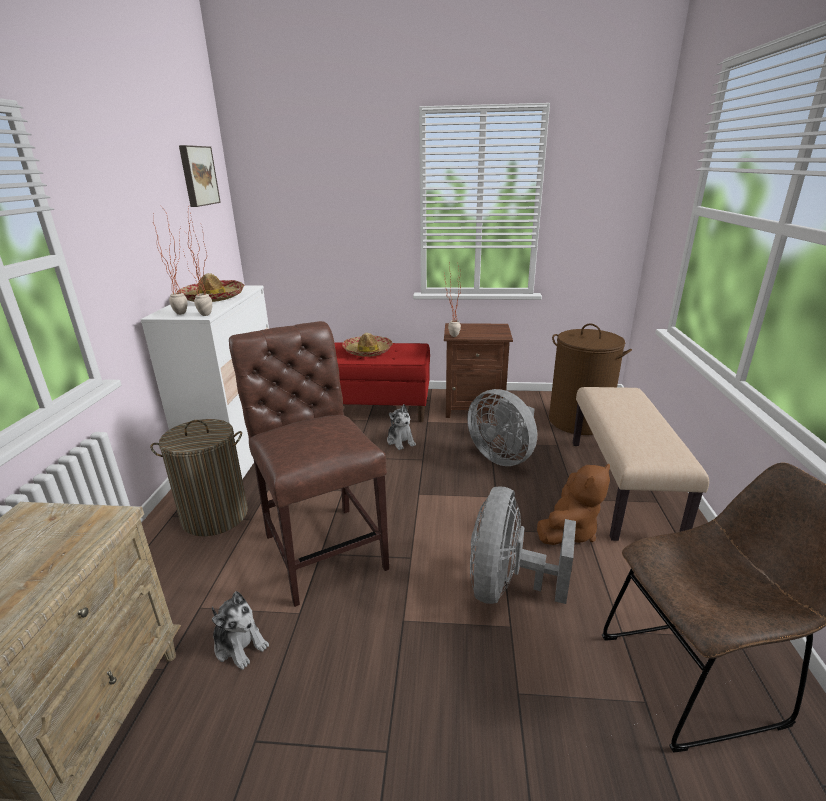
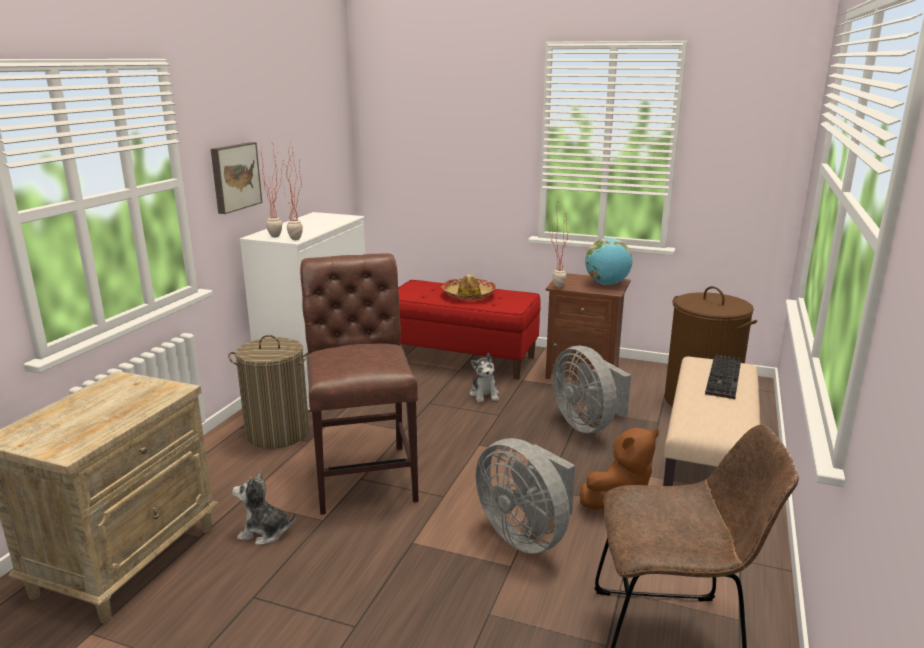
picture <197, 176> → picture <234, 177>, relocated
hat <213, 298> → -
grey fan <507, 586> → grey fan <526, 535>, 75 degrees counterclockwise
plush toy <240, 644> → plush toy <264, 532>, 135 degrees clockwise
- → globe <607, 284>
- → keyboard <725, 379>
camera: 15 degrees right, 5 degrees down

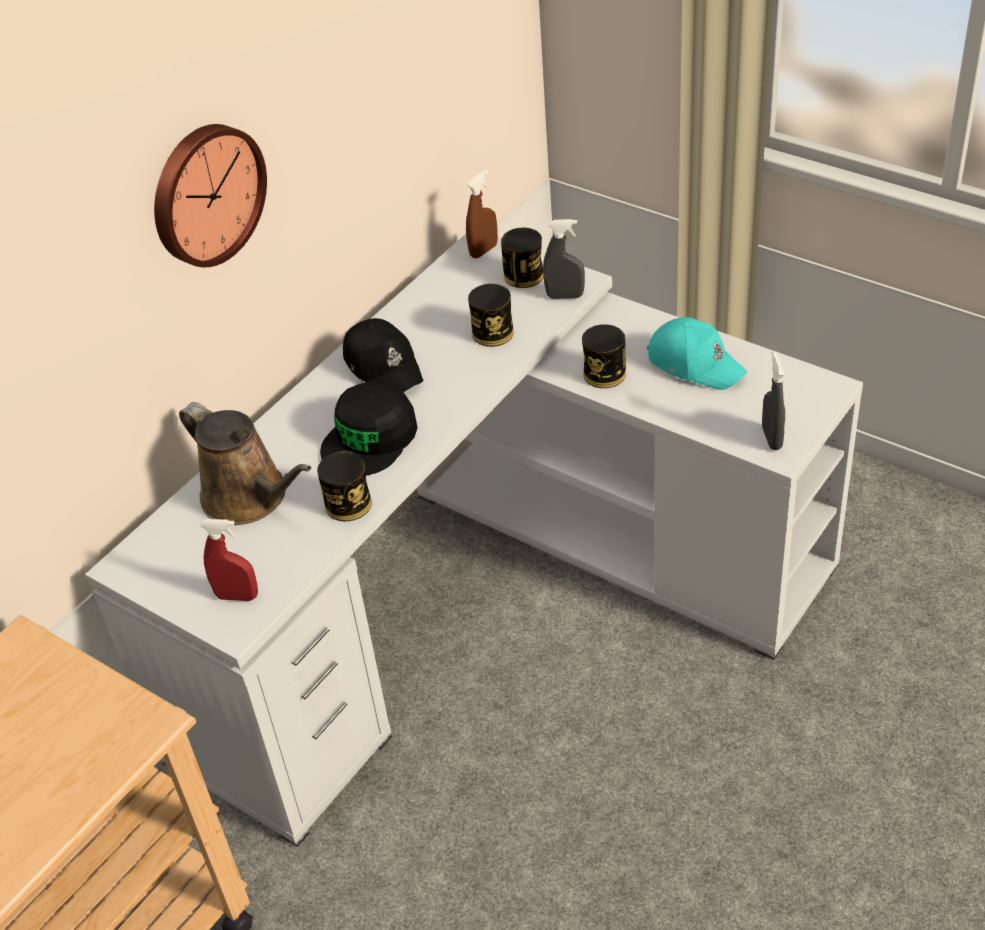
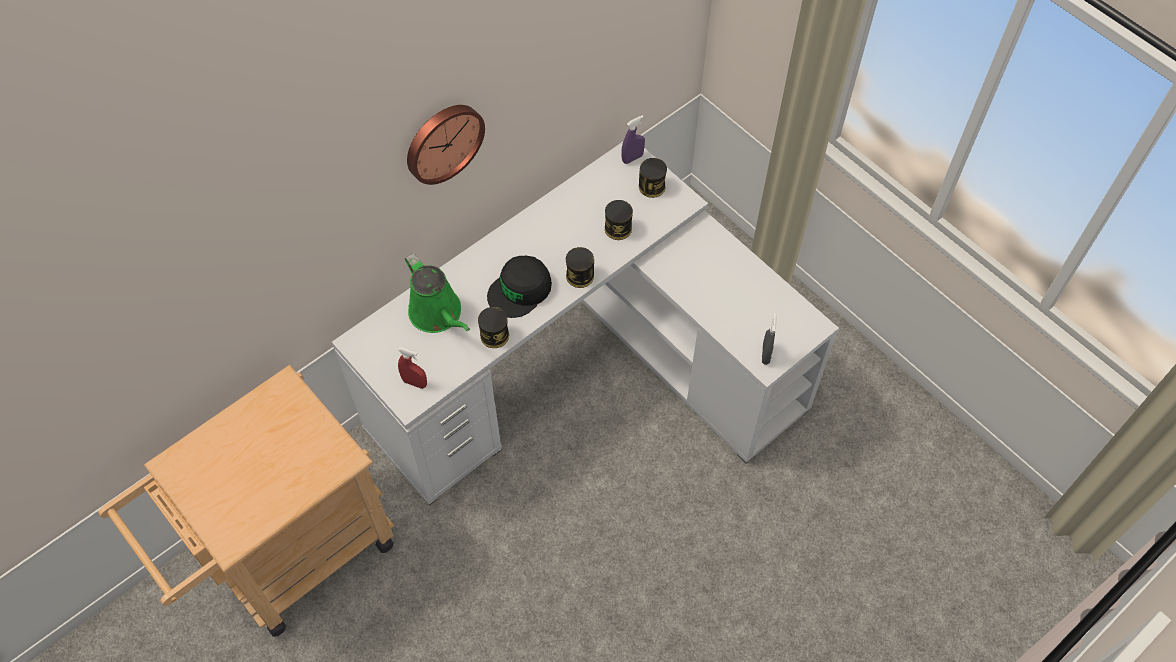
brown spray bottle <483, 251> → purple spray bottle <632, 158>
grey spray bottle <565, 296> → -
turquoise cap <695, 363> → -
black cap <384, 366> → -
can <604, 374> → can <580, 276>, relocated
brown watering can <250, 498> → green watering can <438, 314>
camera: 10 degrees right, 15 degrees up

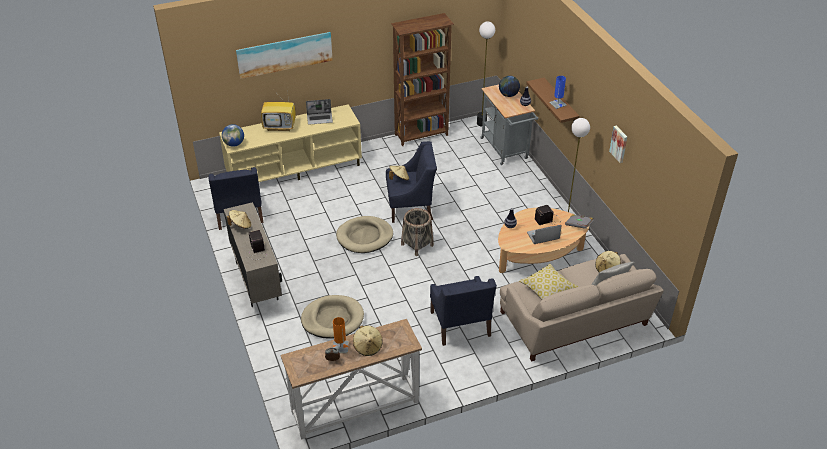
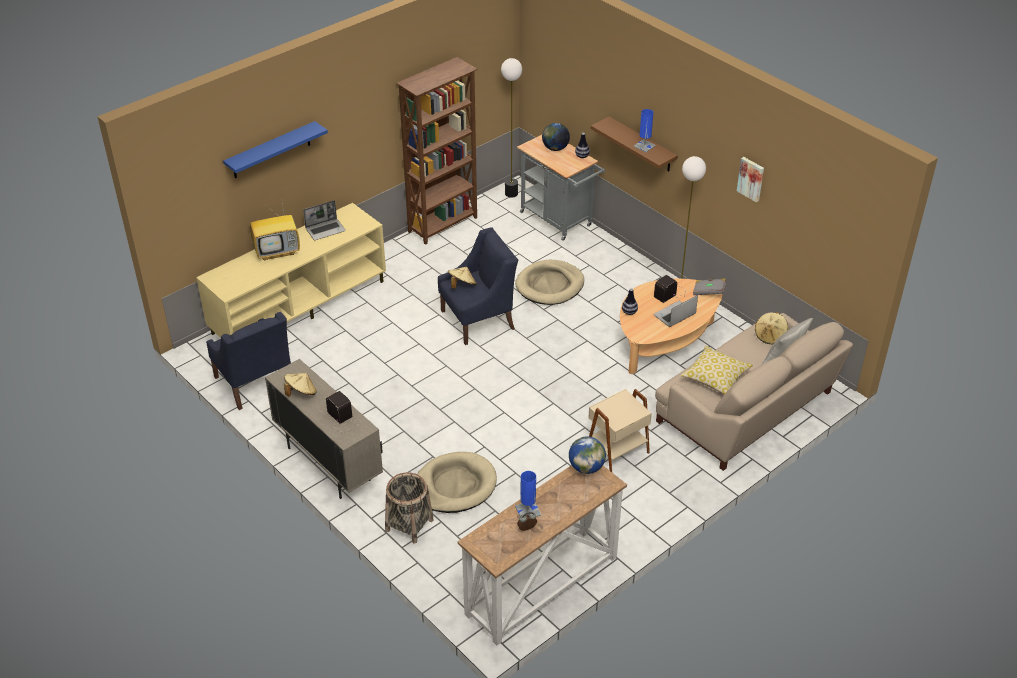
picture <284, 54> → blue shelf <271, 150>
globe <234, 144> → globe <586, 467>, relocated
basket <417, 245> → basket <409, 525>, relocated
beige dog bed <365, 237> → beige dog bed <550, 285>, relocated
blue armchair <460, 324> → beige side table <616, 449>
orange table lamp <340, 347> → blue table lamp <527, 510>
beige hat <368, 347> → -
camera: 20 degrees left, 0 degrees up

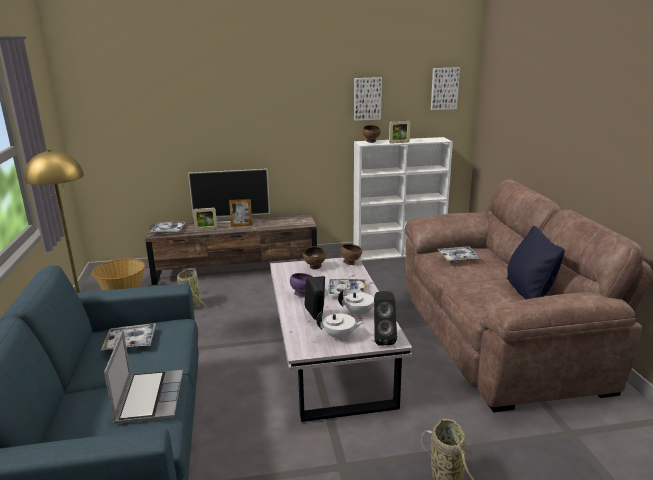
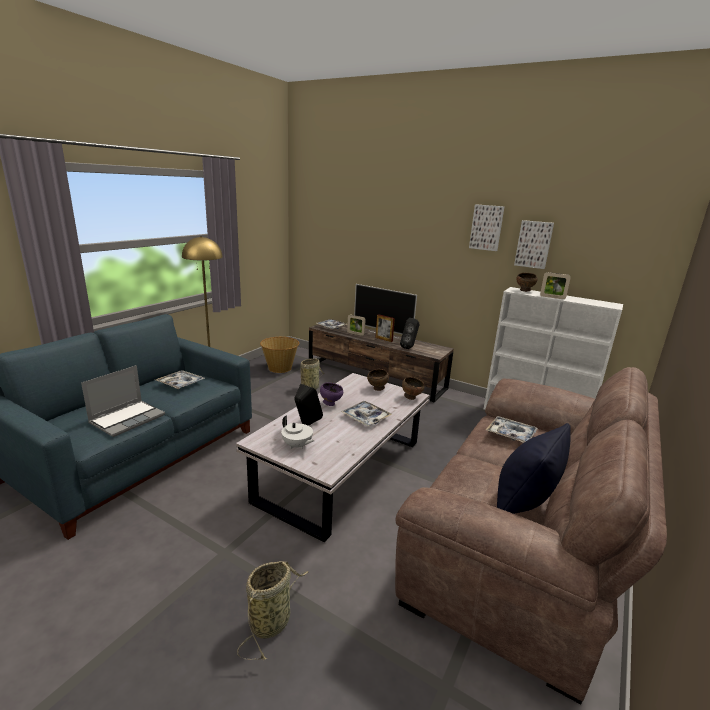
picture <444, 88> → picture <486, 227>, relocated
white teapot <359, 313> → -
black speaker <382, 339> → black speaker <409, 347>, relocated
camera: 40 degrees right, 0 degrees up

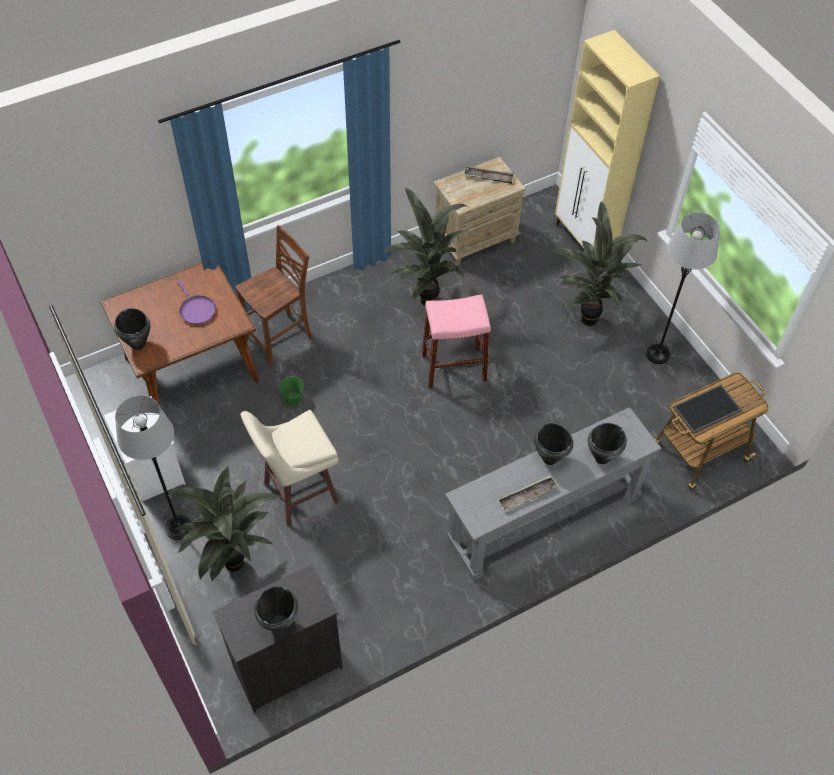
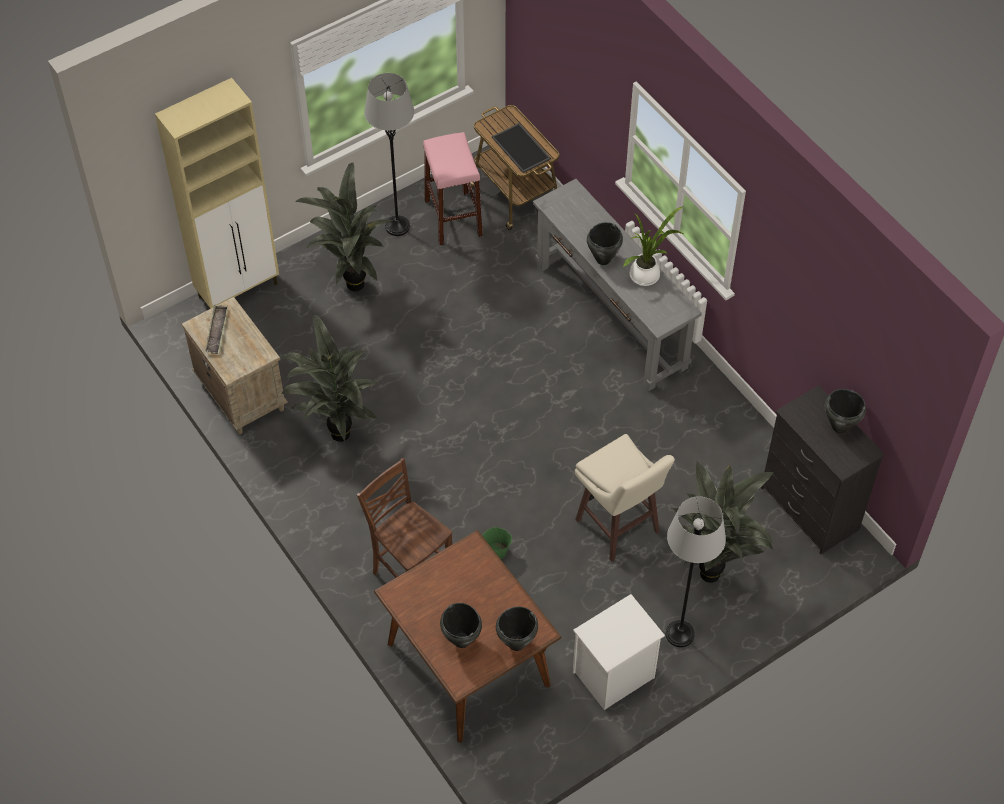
purple frying pan <196, 310> → -
pink stool <454, 367> → pink stool <453, 217>, relocated
black cooking pot <602, 458> → black cooking pot <461, 640>, relocated
tray <527, 495> → potted plant <647, 275>
camera: 95 degrees left, 0 degrees up

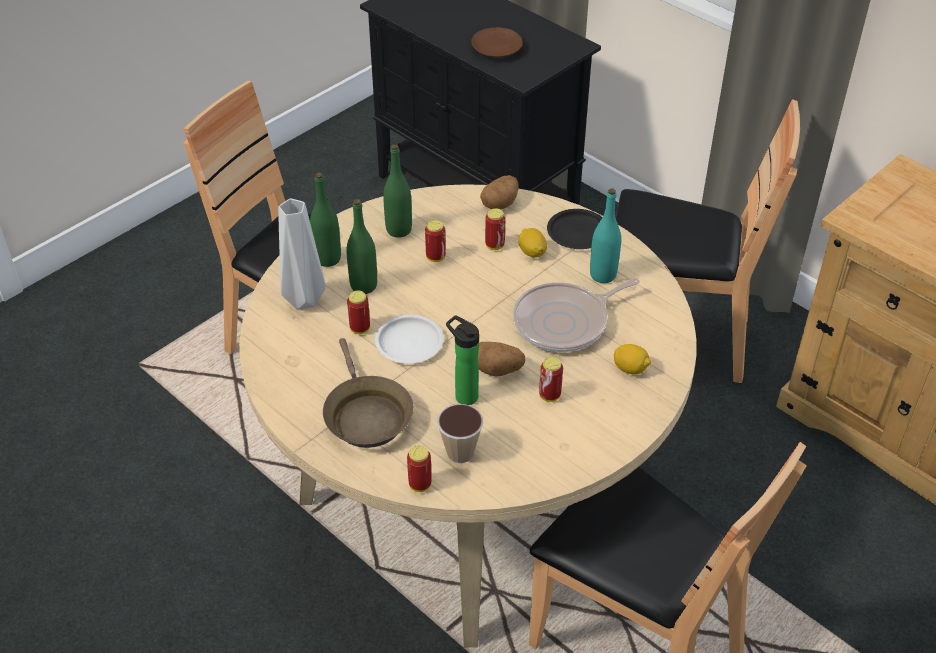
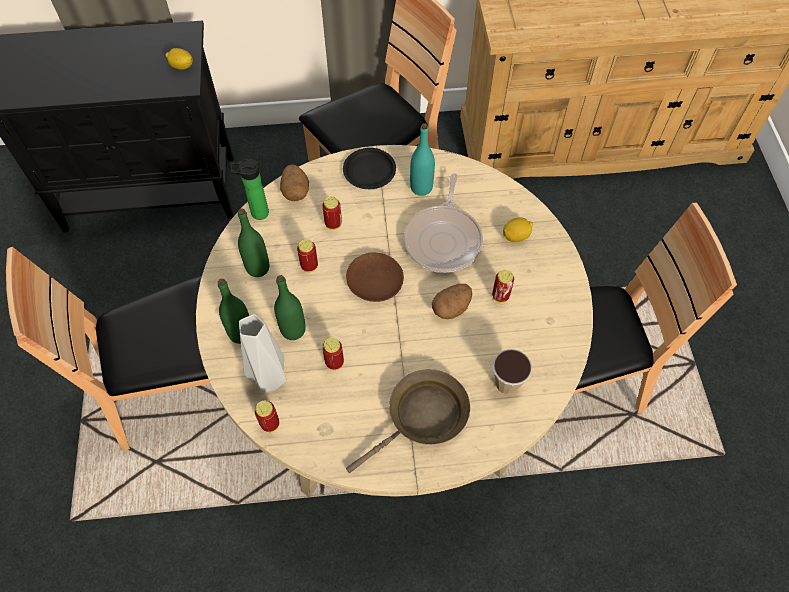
brown plate <497, 48> → brown plate <374, 280>, relocated
lemon <532, 252> → lemon <182, 66>, relocated
white plate <409, 343> → -
bottle <463, 395> → bottle <257, 213>, relocated
brown frying pan <366, 415> → brown frying pan <422, 417>, 60 degrees counterclockwise
can <420, 484> → can <270, 424>, relocated
camera: 50 degrees left, 15 degrees up

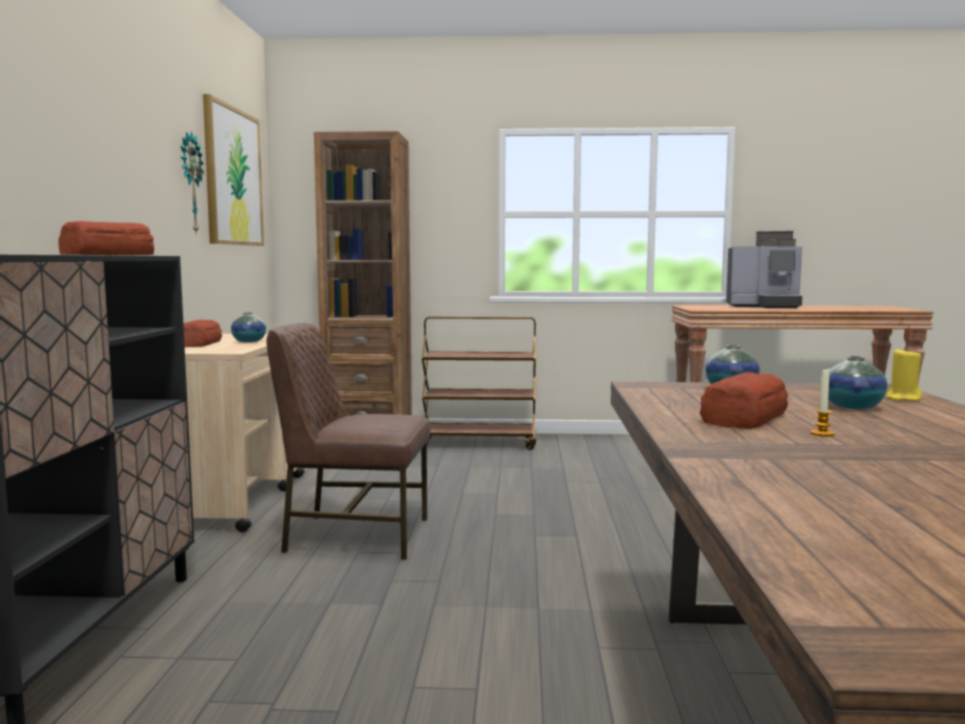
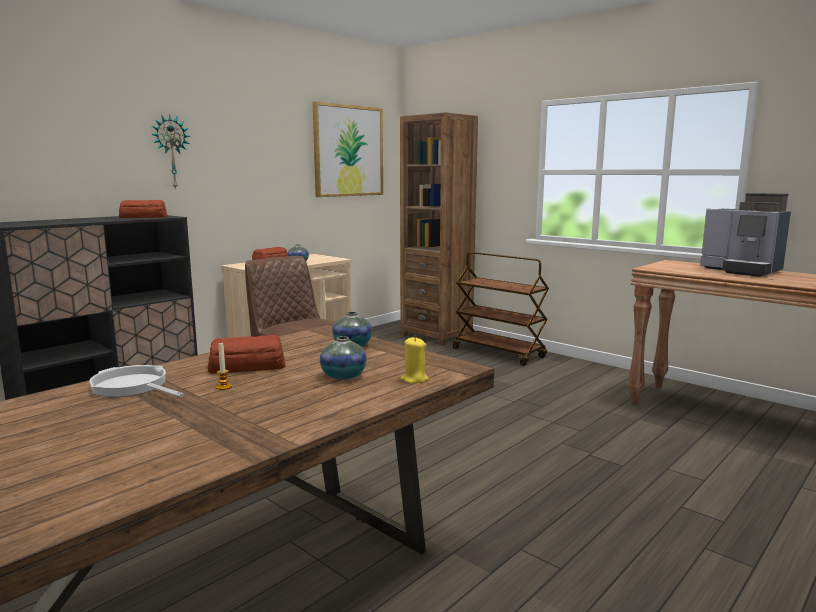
wall clock <189, 183> → wall clock <171, 152>, relocated
- → frying pan <132, 387>
camera: 40 degrees right, 5 degrees up

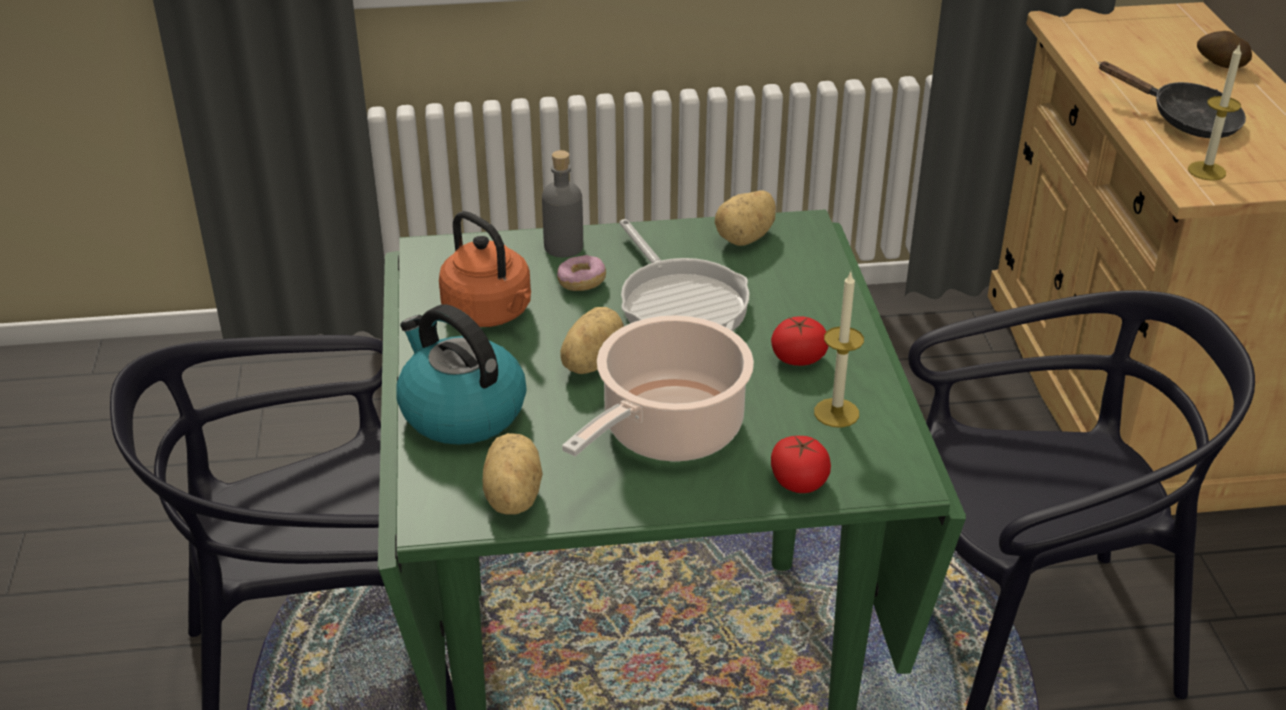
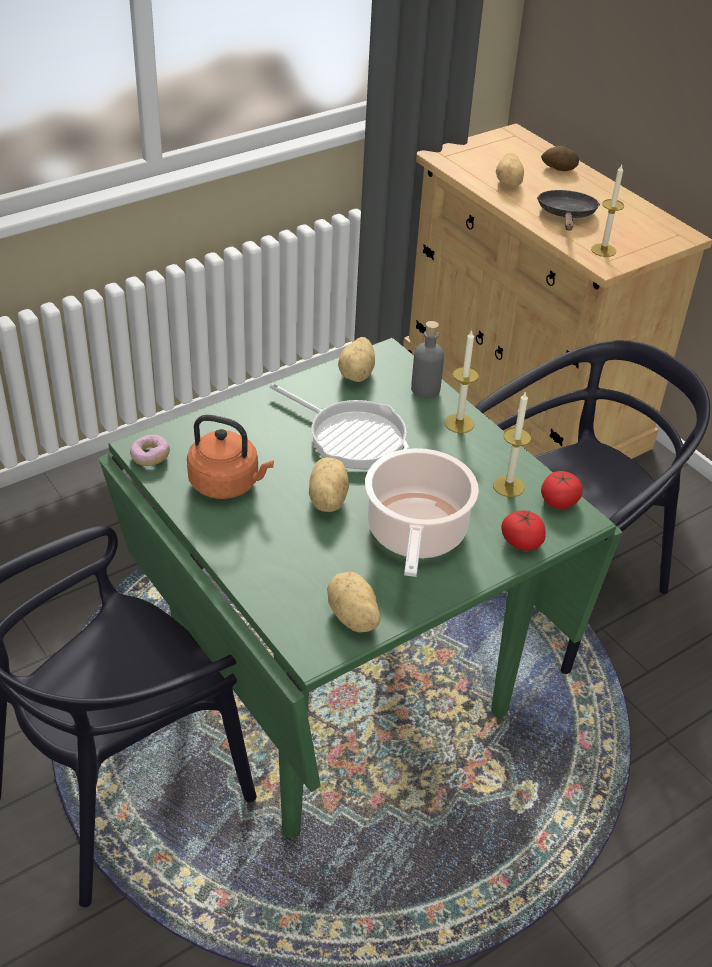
black frying pan <1185, 120> → black frying pan <566, 216>, 90 degrees counterclockwise
grey bottle <563, 247> → grey bottle <425, 389>, relocated
donut <581, 283> → donut <150, 457>, relocated
kettle <460, 411> → -
tomato <798, 357> → tomato <559, 501>, relocated
- → potato <509, 183>
- → candle <459, 423>
camera: 30 degrees left, 5 degrees up

